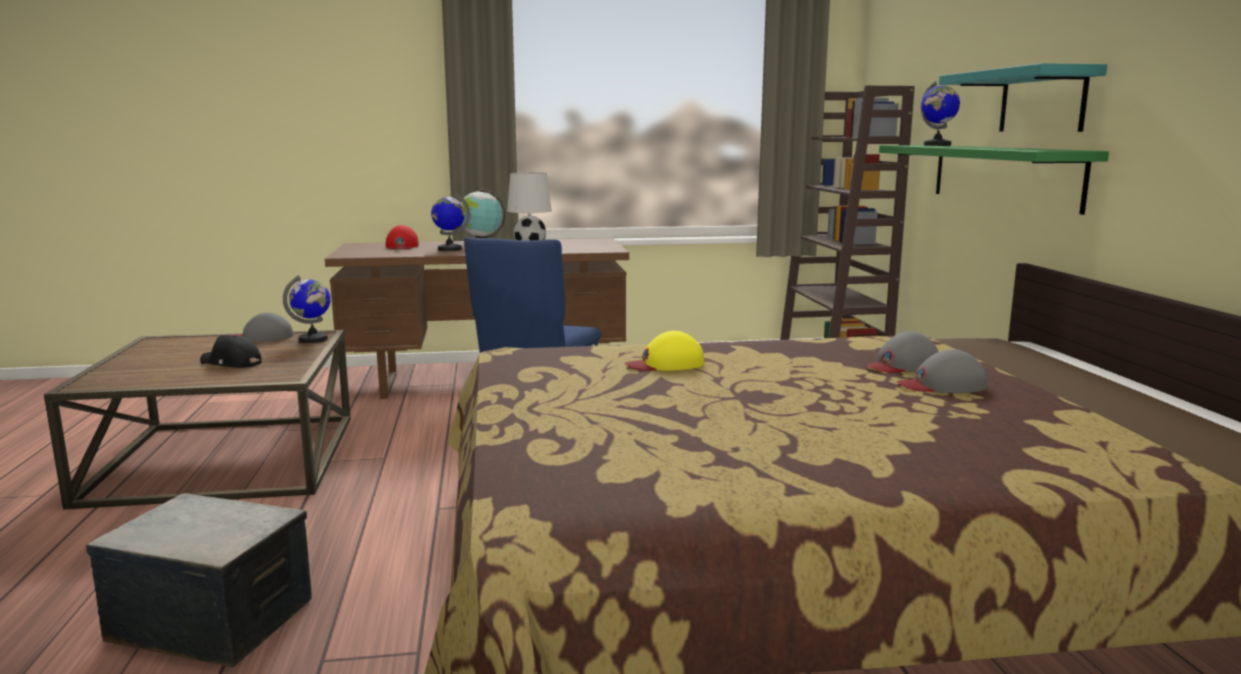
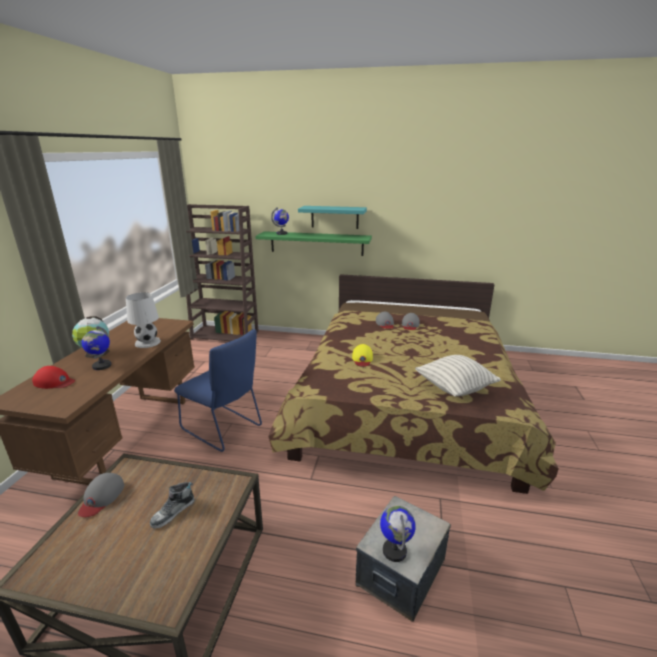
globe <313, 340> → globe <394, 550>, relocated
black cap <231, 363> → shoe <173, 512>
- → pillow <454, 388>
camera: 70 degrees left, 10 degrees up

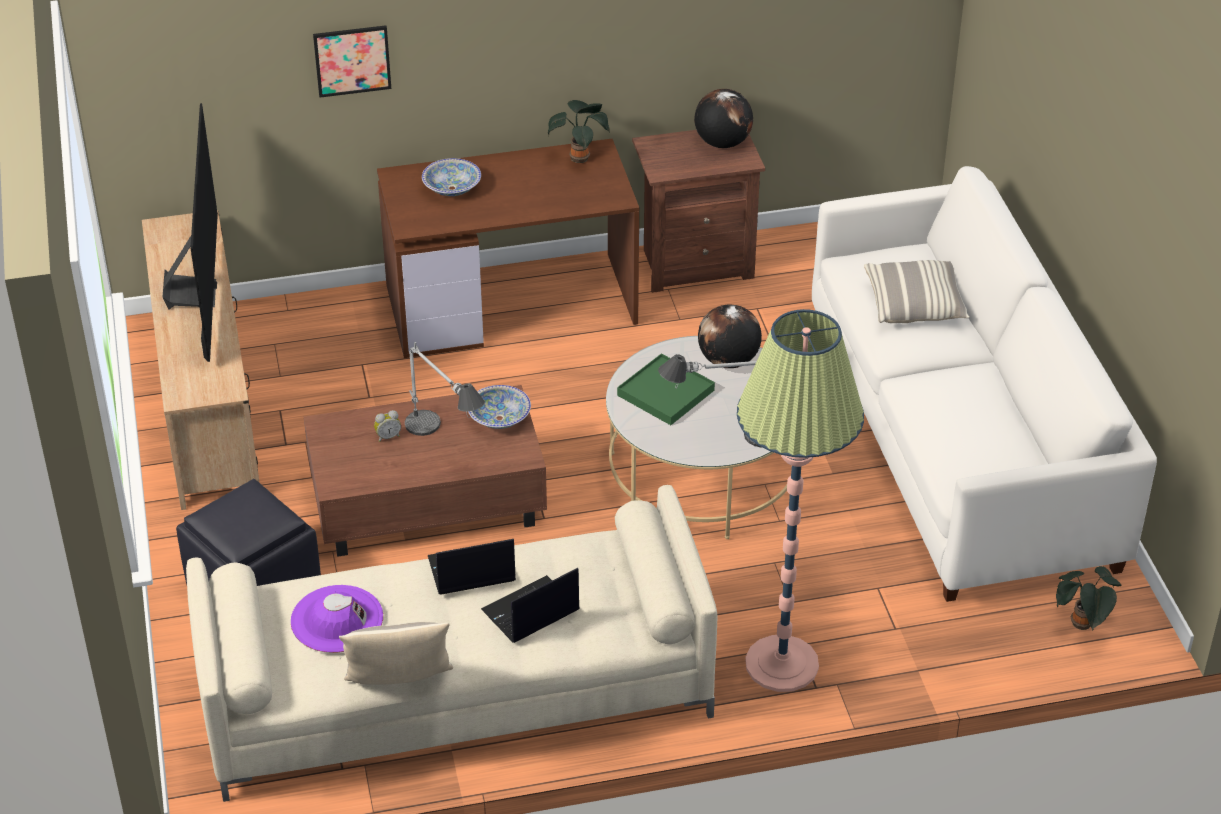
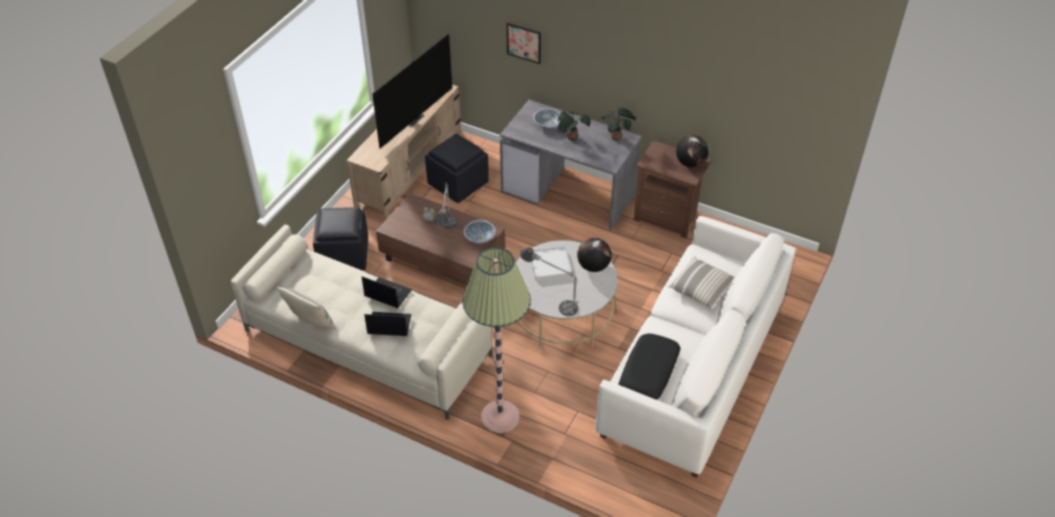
brown desk <512, 303> → grey desk <569, 192>
green tray <665, 393> → white tray <550, 265>
potted plant <1082, 626> → potted plant <571, 139>, relocated
purple hat <337, 619> → -
- → black ottoman <458, 183>
- → black pillow <649, 372>
camera: 40 degrees right, 5 degrees up

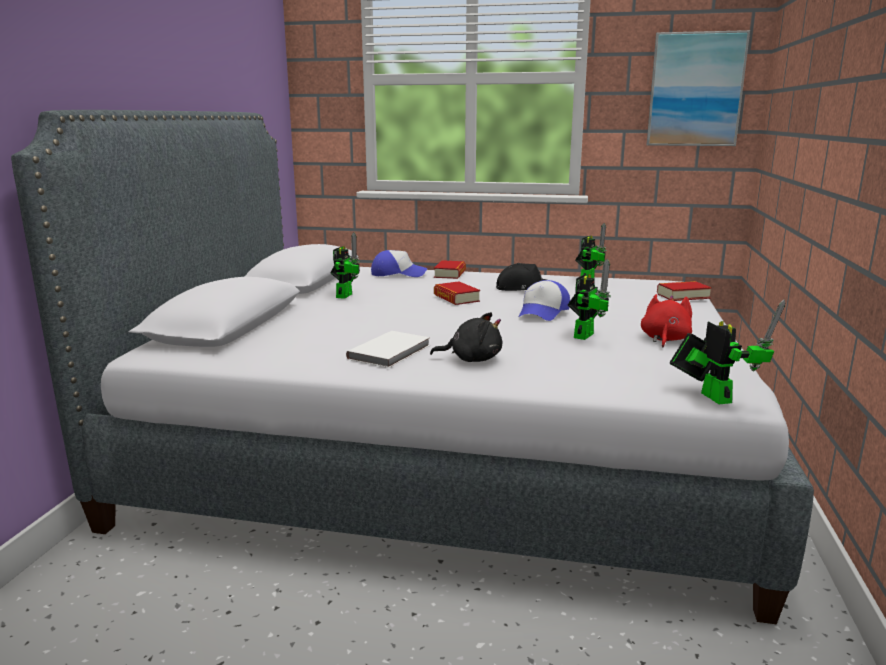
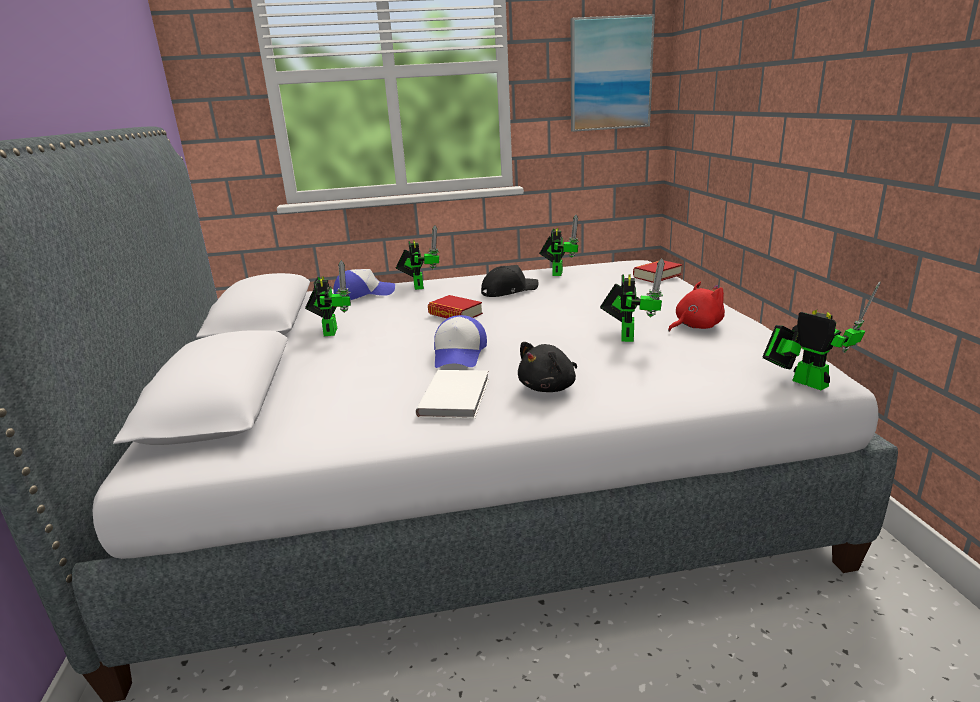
book <450, 274> → toy robot <418, 286>
cap <543, 312> → cap <459, 354>, relocated
red plush toy <664, 339> → red plush toy <695, 326>, 60 degrees clockwise
black plush toy <472, 359> → black plush toy <549, 387>, 150 degrees clockwise
camera: 20 degrees left, 5 degrees up

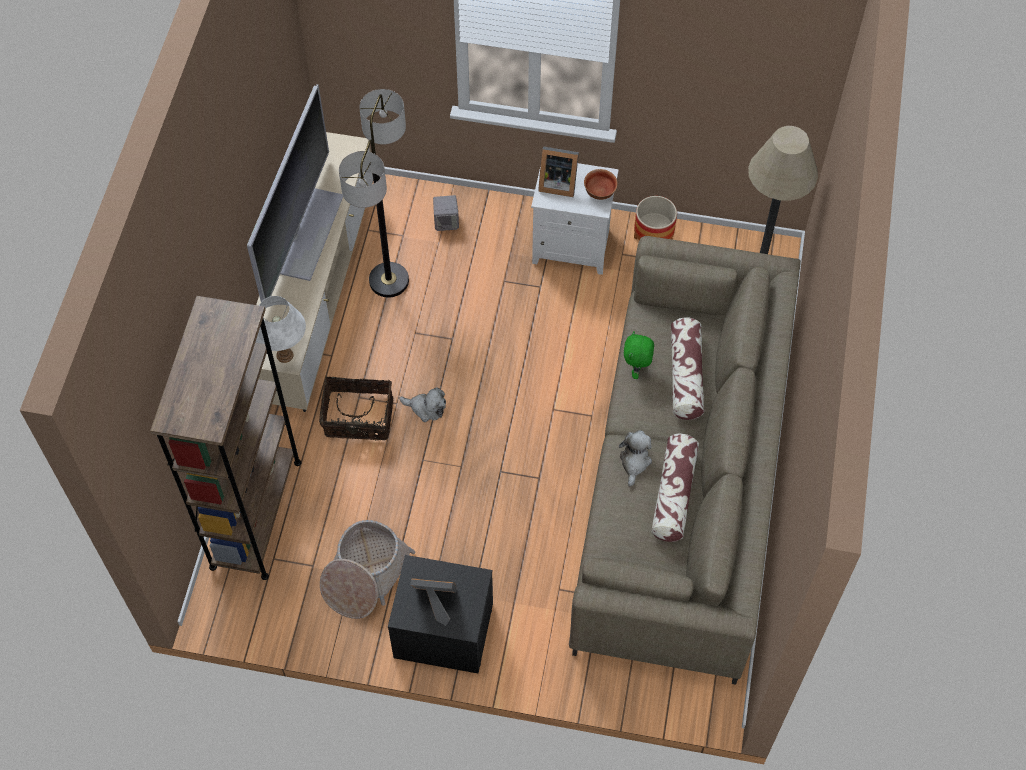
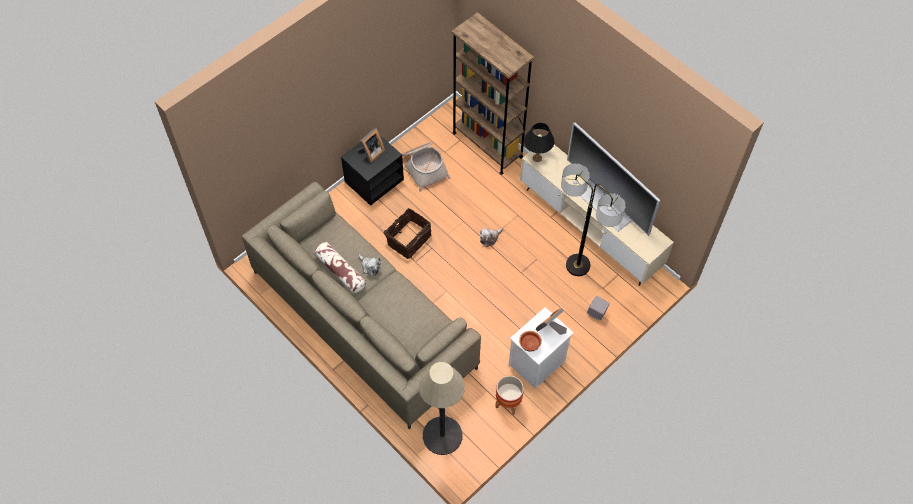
white table lamp <284, 355> → black table lamp <537, 158>
pillow <685, 375> → -
green plush toy <636, 369> → -
basket <358, 419> → basket <408, 239>, relocated
camera: 125 degrees right, 0 degrees up

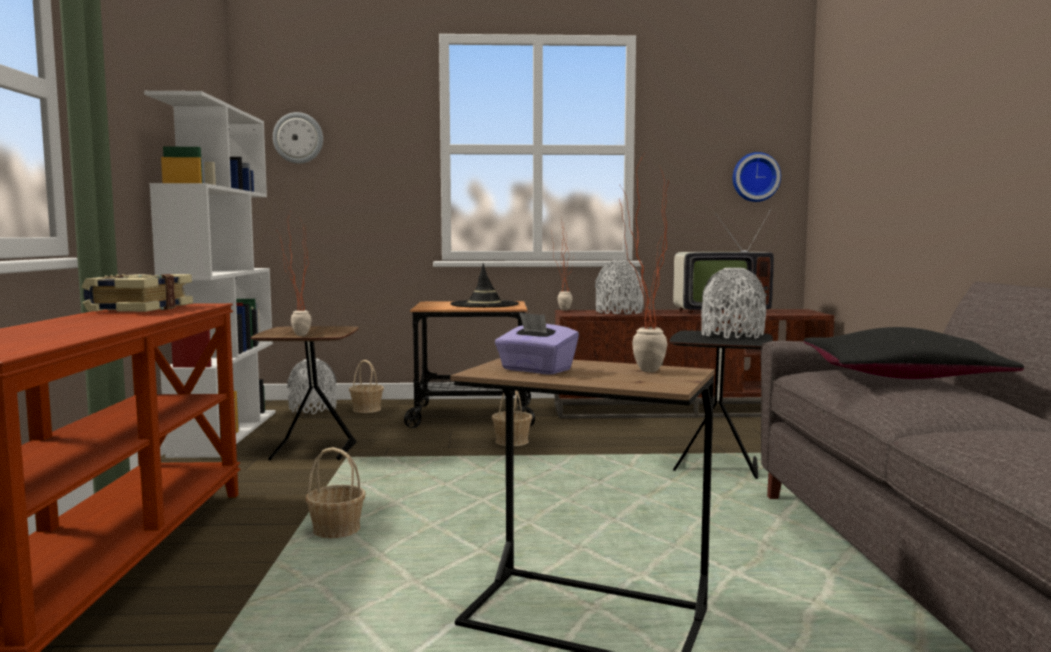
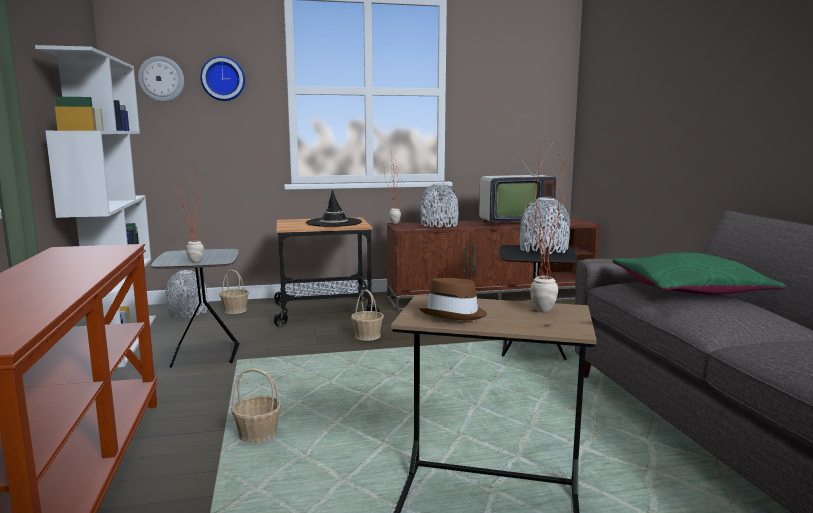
wall clock <755, 177> → wall clock <223, 79>, relocated
book <139, 309> → -
purple tissue box <536, 370> → brown hat <455, 314>
brown side table <312, 452> → grey side table <205, 356>
black pillow <899, 376> → green pillow <689, 290>
camera: 10 degrees left, 5 degrees up

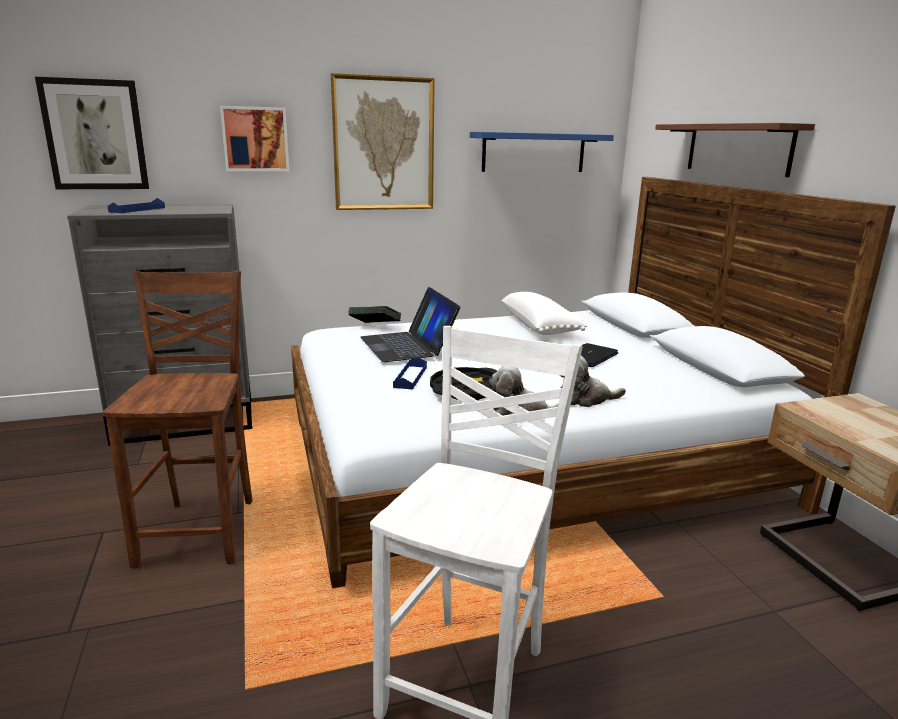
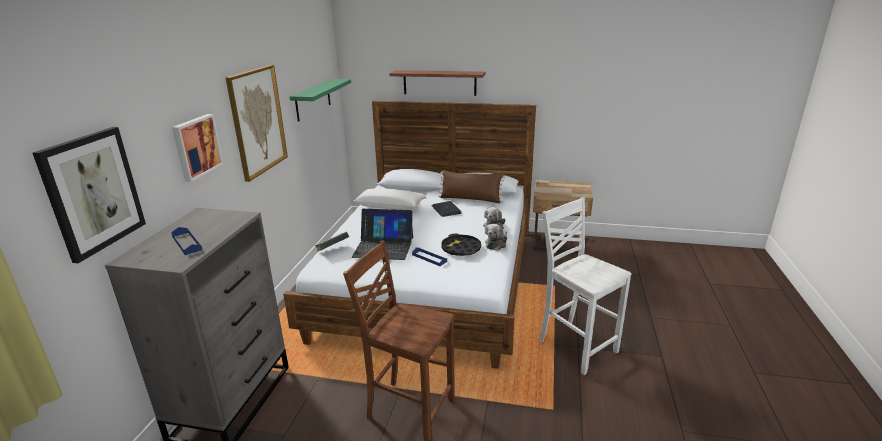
blue shelf <533, 152> → green shelf <313, 99>
- → brown pillow <471, 199>
camera: 60 degrees left, 5 degrees up

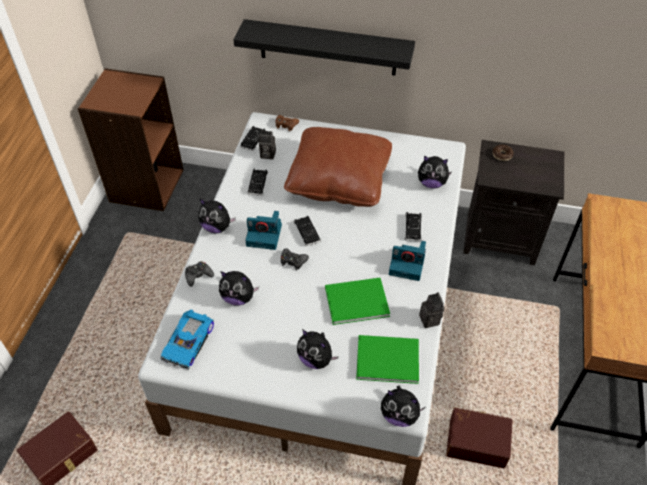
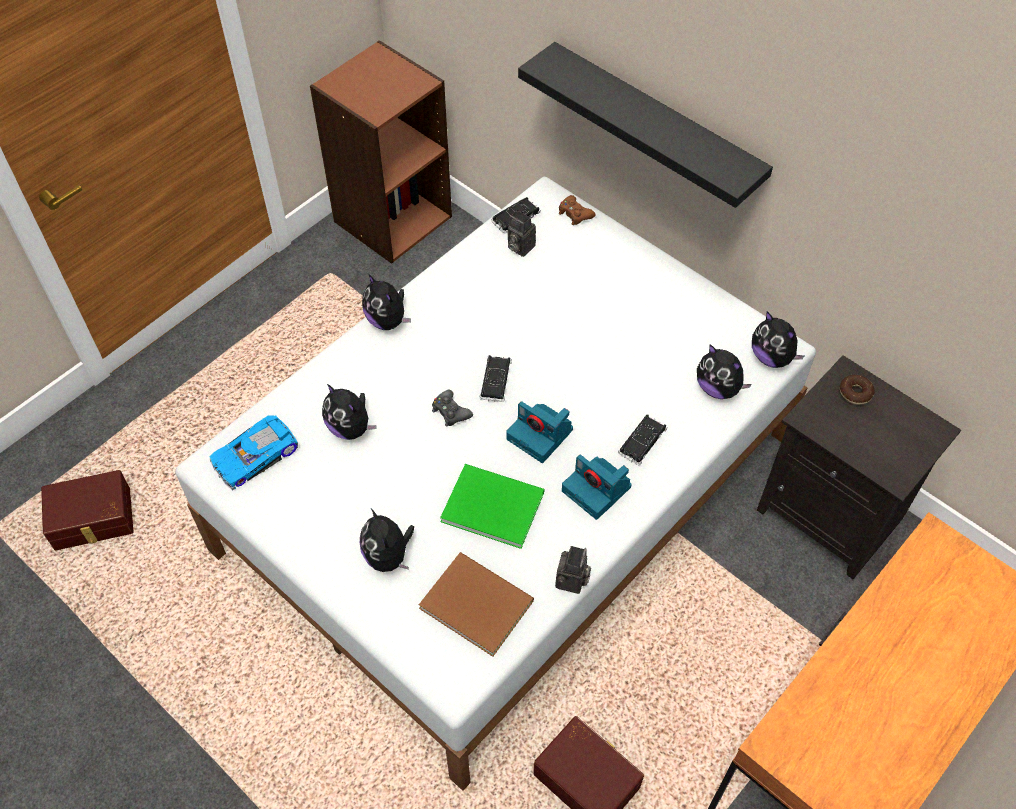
brown pillow <339, 179> → -
black toy car <258, 184> → -
photo camera <265, 235> → photo camera <541, 435>, relocated
black game controller <198, 275> → -
green book <385, 358> → brown book <475, 601>
plush toy <399, 415> → plush toy <772, 357>, relocated
camera: 30 degrees right, 5 degrees up

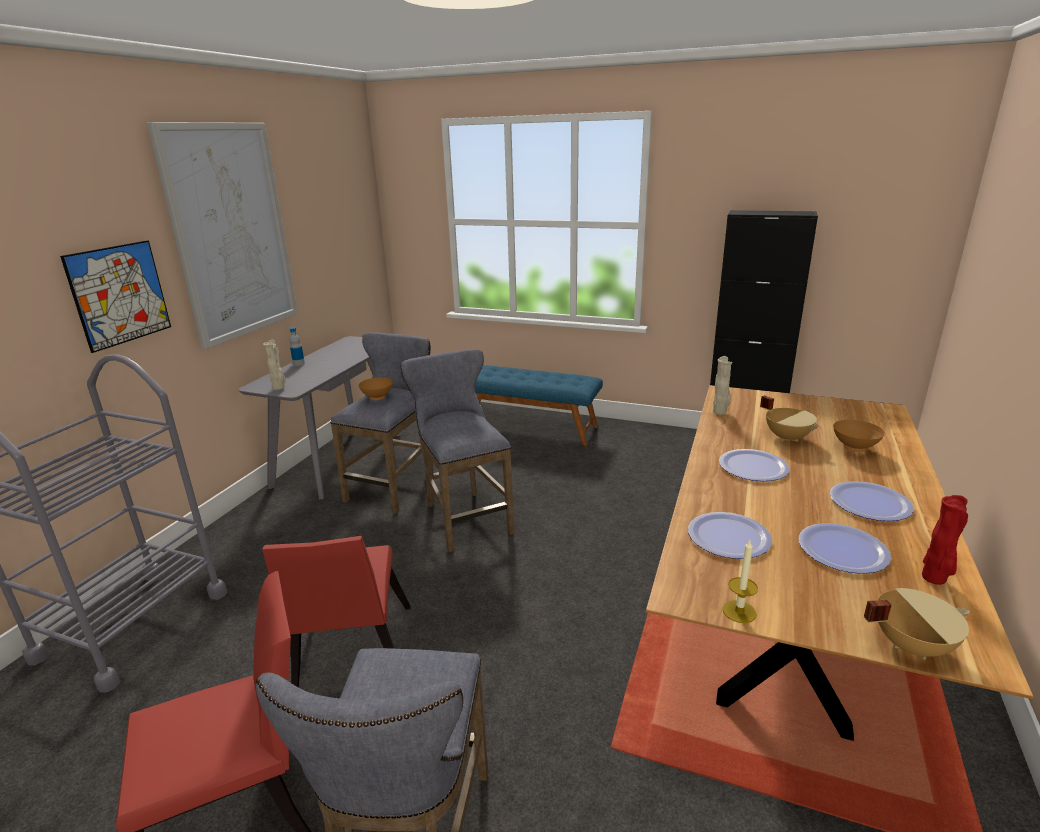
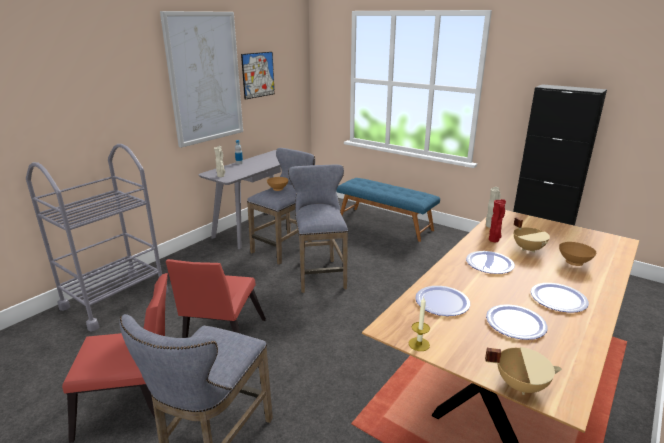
picture <119, 294> → picture <258, 75>, relocated
red vase <935, 579> → red vase <494, 240>, relocated
camera: 15 degrees right, 0 degrees up

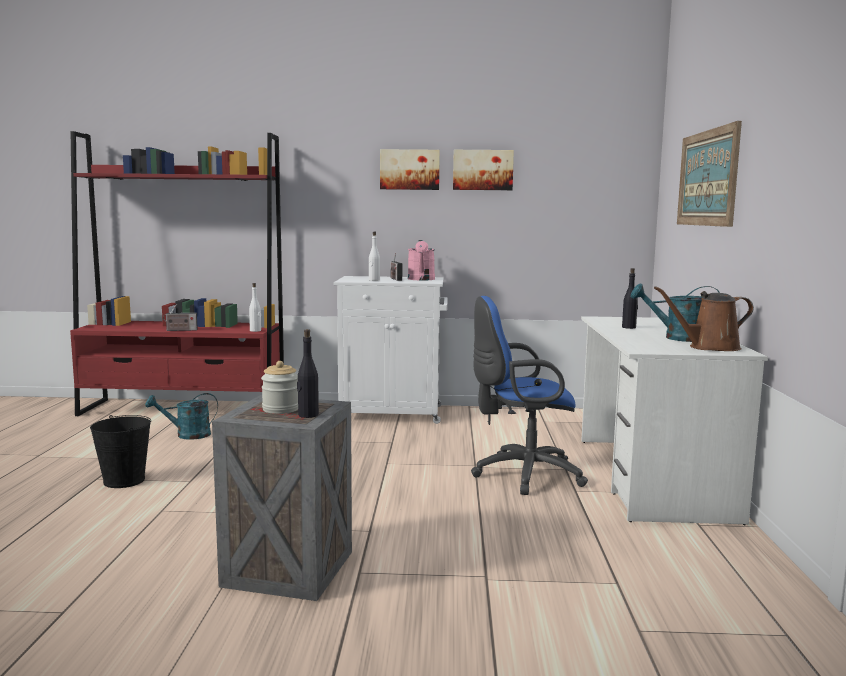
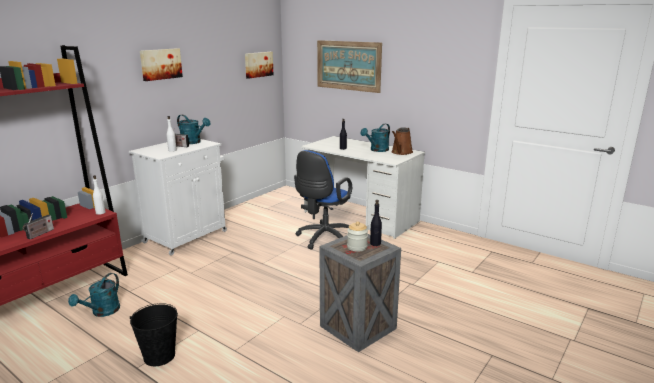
picture <482, 170> → picture <258, 64>, relocated
pink watering can <421, 279> → turquoise watering can <193, 142>
camera: 55 degrees left, 10 degrees up

